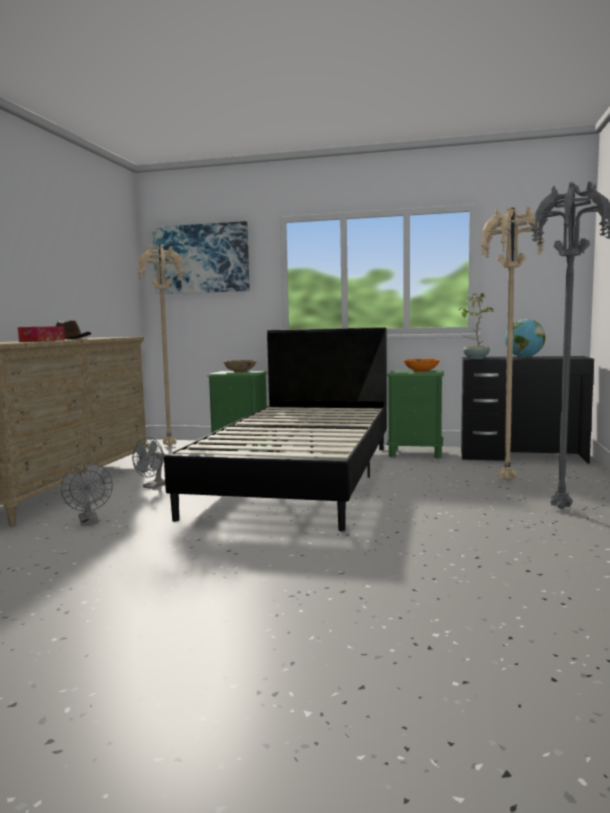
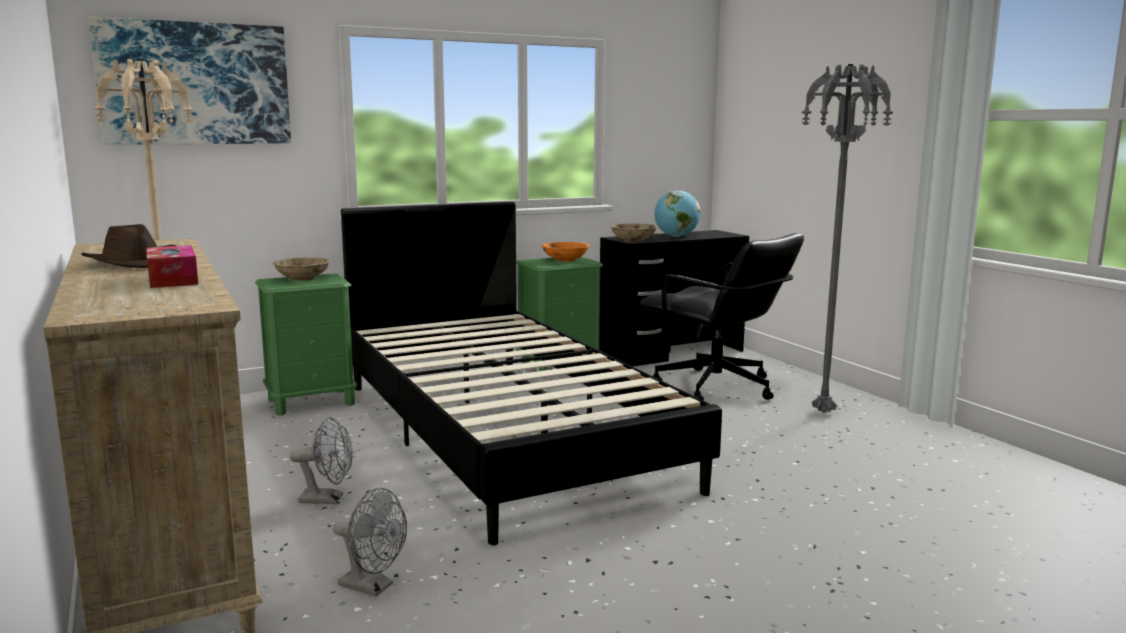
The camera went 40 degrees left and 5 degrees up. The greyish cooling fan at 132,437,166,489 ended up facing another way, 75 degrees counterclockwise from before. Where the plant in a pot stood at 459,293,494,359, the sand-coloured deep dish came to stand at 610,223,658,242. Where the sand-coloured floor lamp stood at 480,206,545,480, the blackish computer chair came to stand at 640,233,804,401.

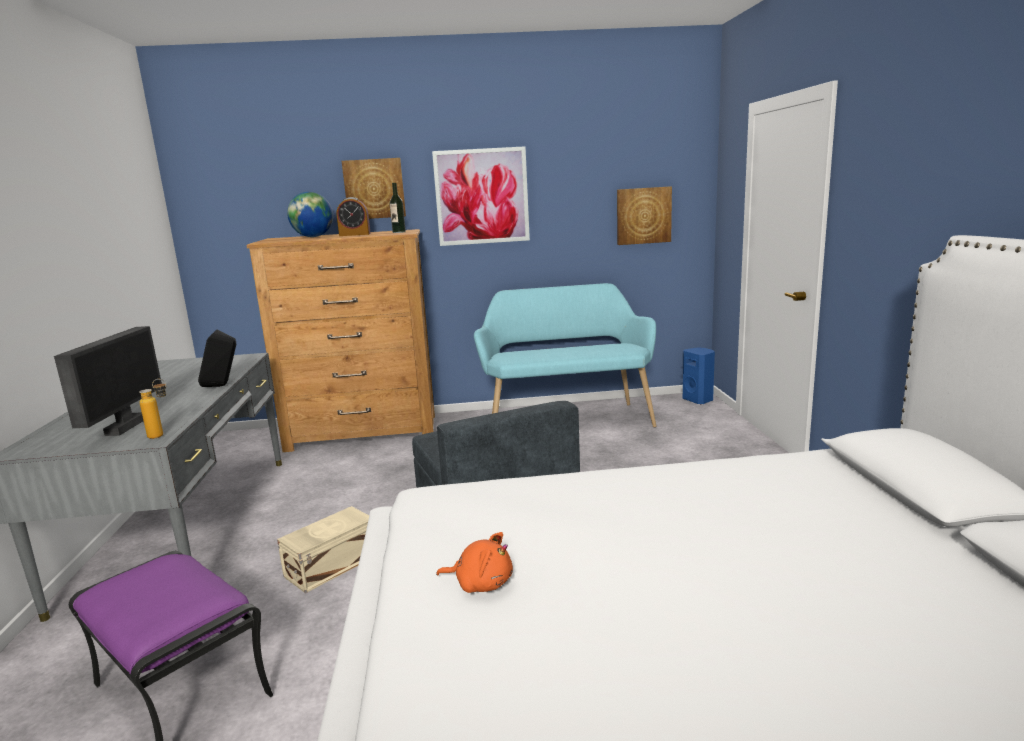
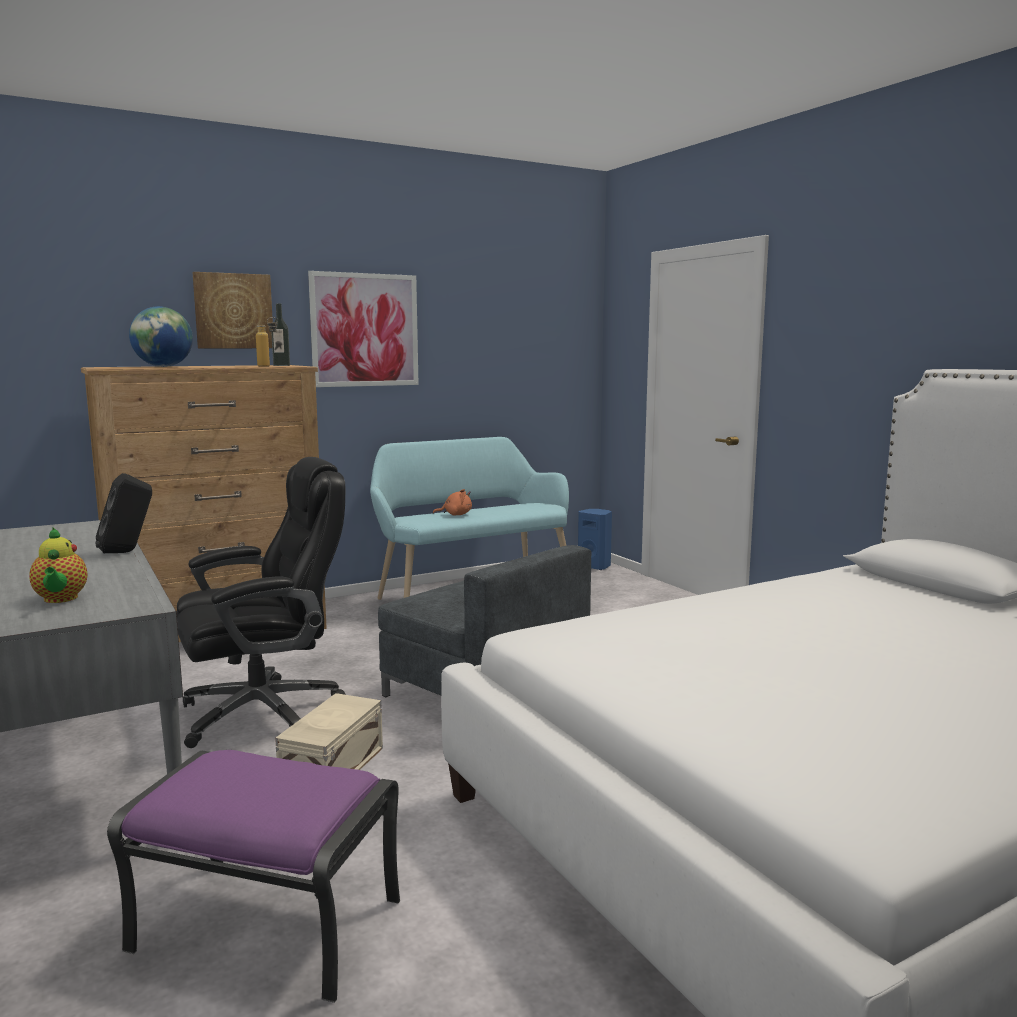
The camera went 25 degrees left and 5 degrees down. Where the monitor stood at 54,326,162,436, the tea pot came to stand at 29,527,87,603. The beverage bottle ended up elsewhere, having gone from 139,379,166,439 to 256,317,277,367. The second view lost the bedside clock at 337,197,371,236. The orangey plush toy ended up elsewhere, having gone from 436,532,513,593 to 433,489,472,515. The second view lost the picture at 617,186,672,245. The second view gained the blackish computer chair at 176,457,346,748.

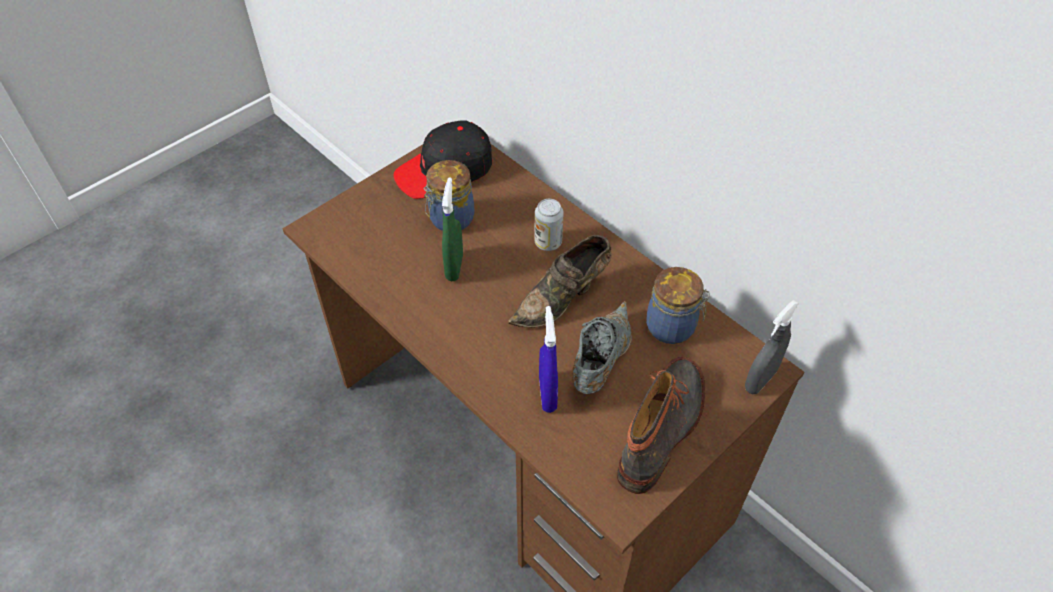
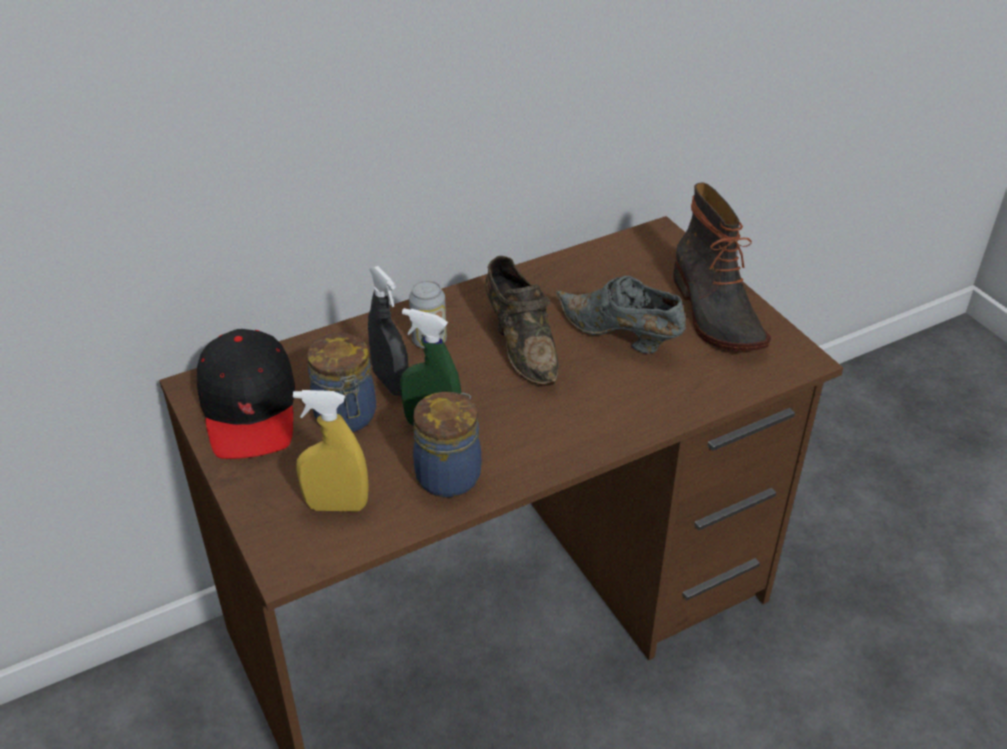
The camera went 75 degrees left and 10 degrees down. The second view lost the blue spray bottle at 539,306,558,413. The boot at 617,357,705,494 ended up facing another way, 150 degrees counterclockwise from before. The preserve jar ended up elsewhere, having gone from 646,267,710,344 to 413,392,481,497. The greyish spray bottle ended up elsewhere, having gone from 745,300,799,394 to 368,266,408,396. The second view gained the yellowish spray bottle at 293,390,369,512.

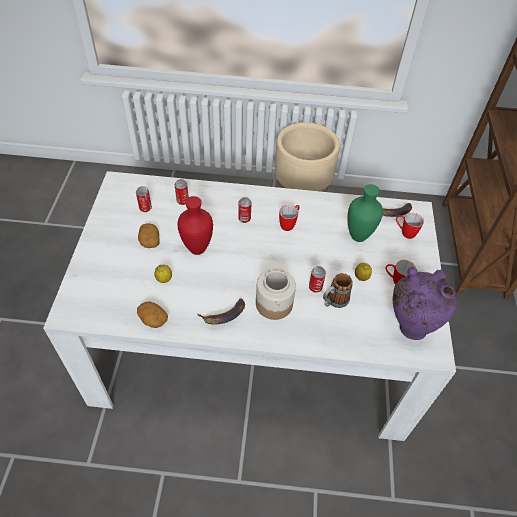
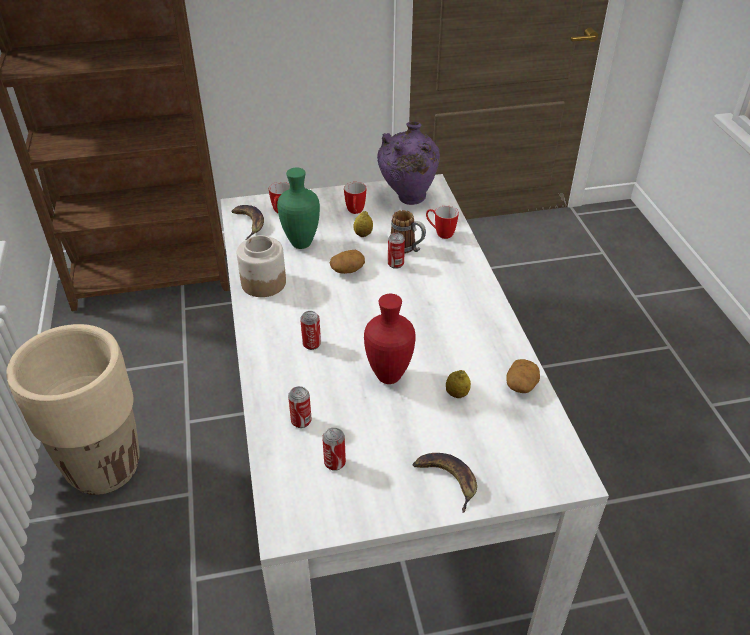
The camera went 105 degrees left and 10 degrees down. The spud ended up elsewhere, having gone from 138,223,160,248 to 330,250,365,274. The whole banana ended up elsewhere, having gone from 198,298,245,325 to 413,453,477,513. The preserve jar ended up elsewhere, having gone from 256,269,296,320 to 237,235,286,297. The mug ended up elsewhere, having gone from 279,205,300,231 to 426,205,459,239.

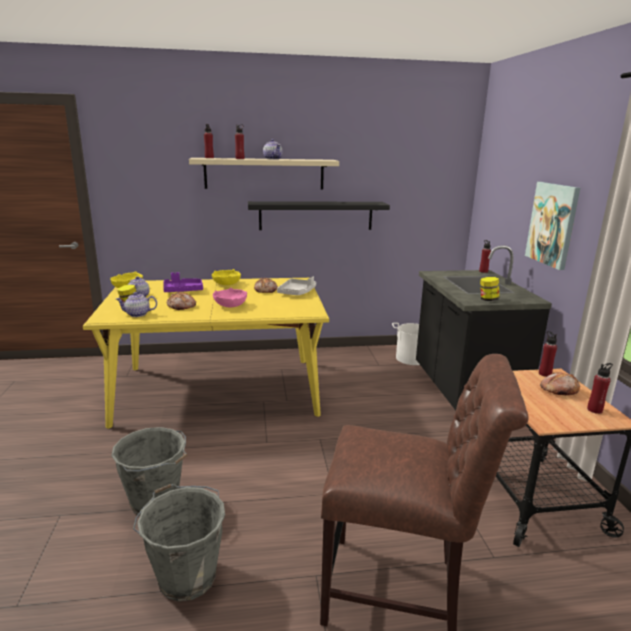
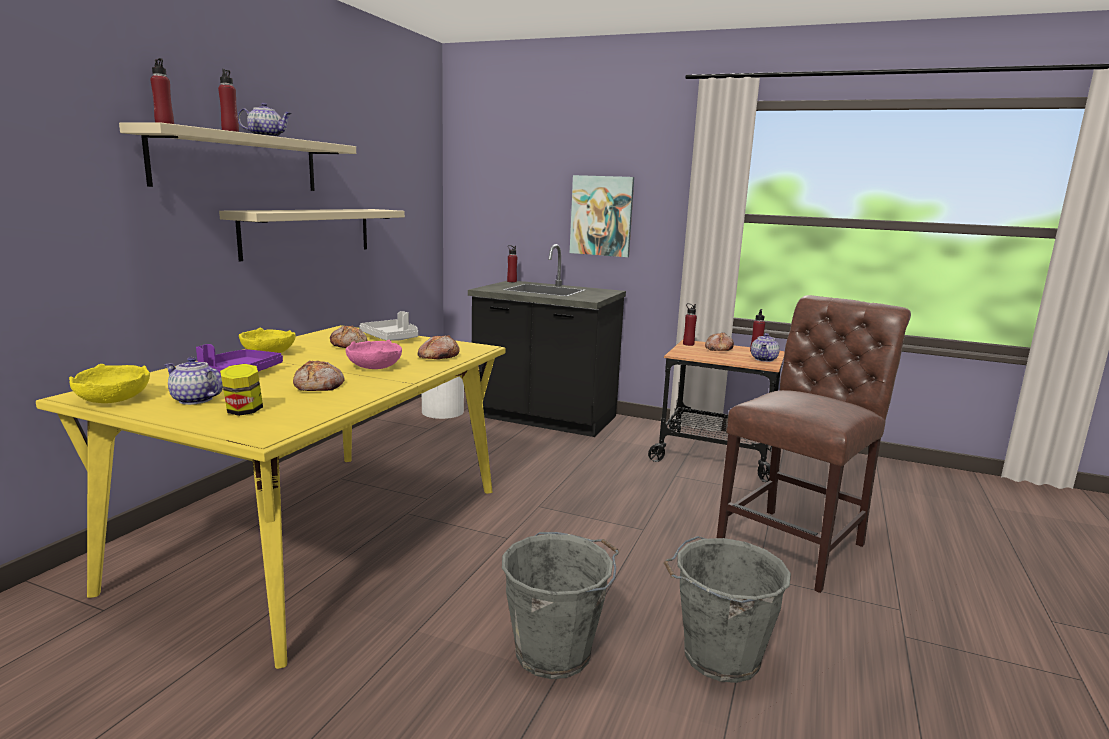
The camera went 60 degrees left and 5 degrees down. The tea pot ended up elsewhere, having gone from 116,292,157,317 to 751,333,780,362. What was the blackish bracket shelf at 248,201,390,230 turned into the sand-coloured bracket shelf at 219,209,405,262. The second view lost the preserve jar at 480,277,499,301. The second view gained the bread at 418,335,460,359.

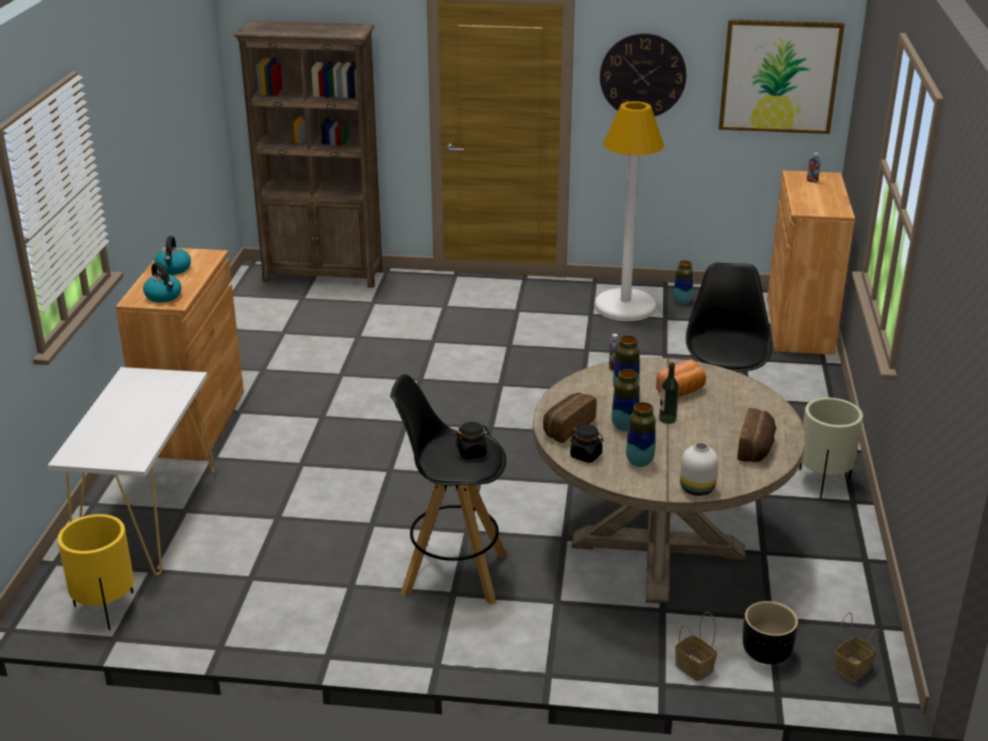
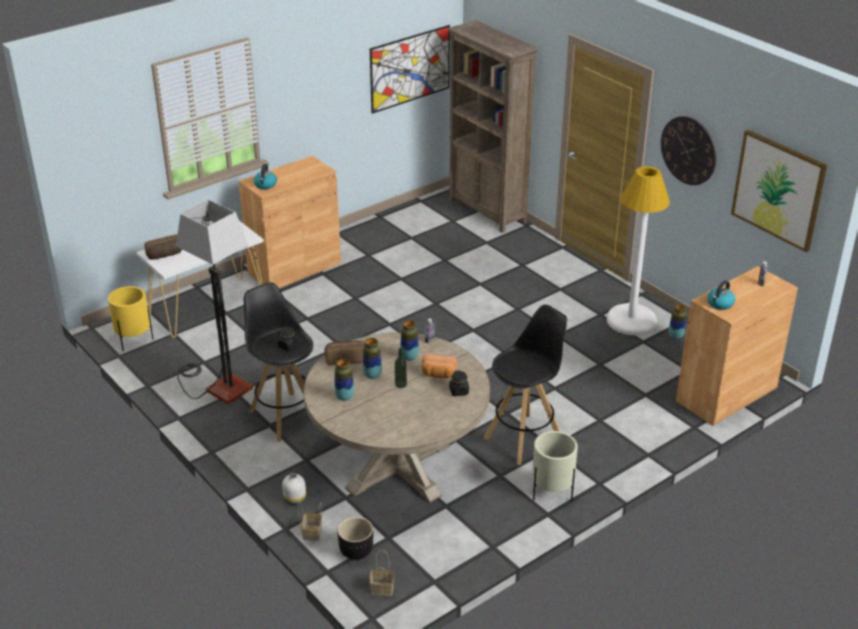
The camera went 45 degrees right and 5 degrees up. The kettle ended up elsewhere, having gone from 154,236,191,275 to 707,280,735,310. The blackish preserve jar ended up elsewhere, having gone from 570,424,604,463 to 449,370,469,396. The white vase ended up elsewhere, having gone from 680,442,719,496 to 282,473,306,505. The bread ended up elsewhere, having gone from 737,408,776,462 to 144,234,182,260. The second view gained the floor lamp at 176,200,253,405. The second view gained the picture at 370,25,450,114.

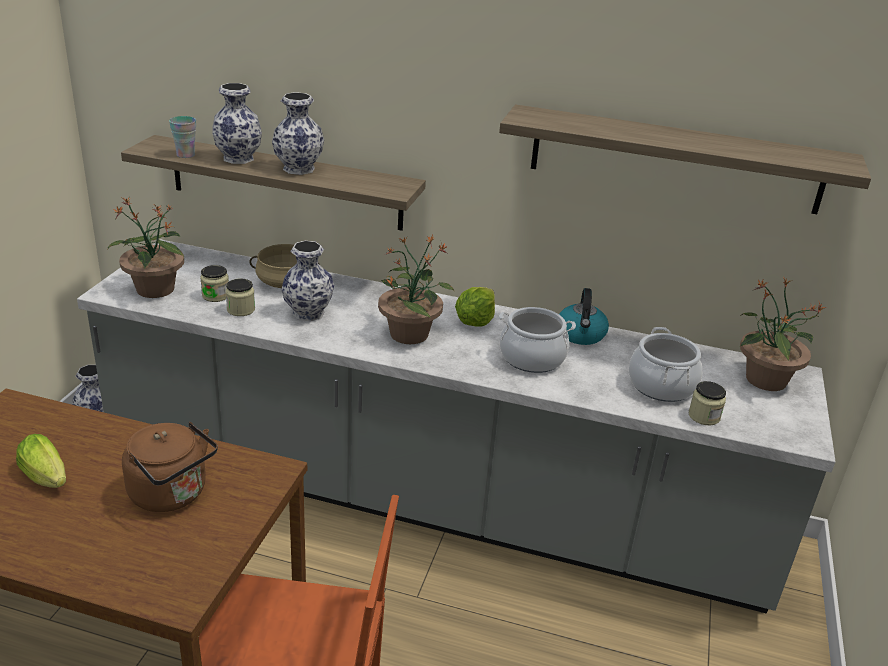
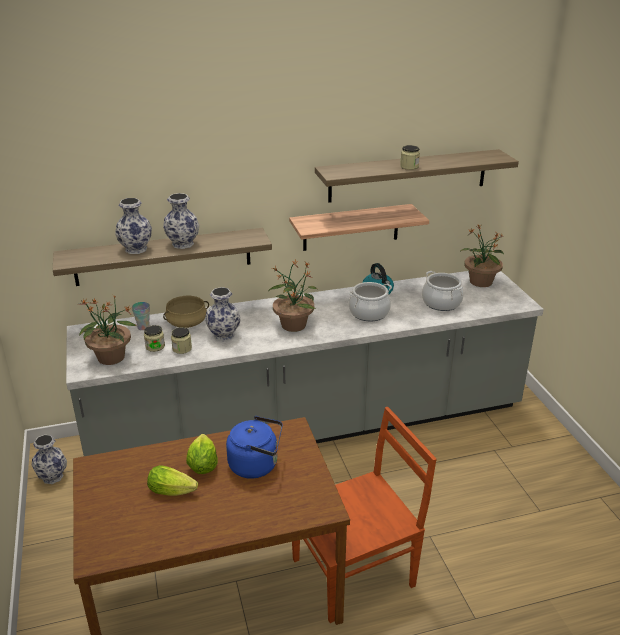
The camera went 30 degrees left and 0 degrees up. What was the brown kettle at 122,422,218,512 turned into the blue kettle at 226,416,283,479. The drinking cup ended up elsewhere, having gone from 169,116,196,158 to 132,302,150,330. The lettuce ended up elsewhere, having gone from 455,287,495,327 to 186,434,218,474. The preserve jar ended up elsewhere, having gone from 689,381,726,425 to 400,145,420,170. The second view gained the bracket shelf at 289,204,429,251.

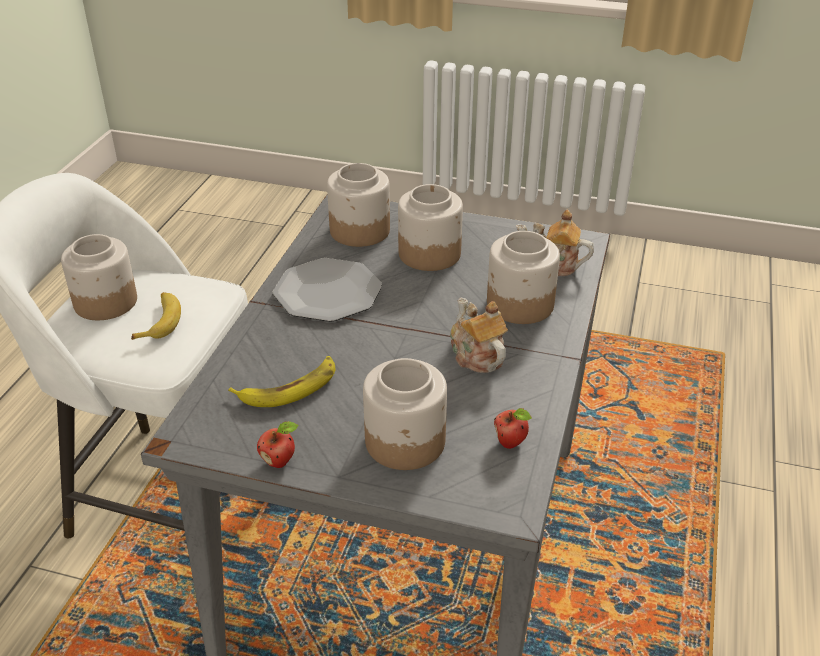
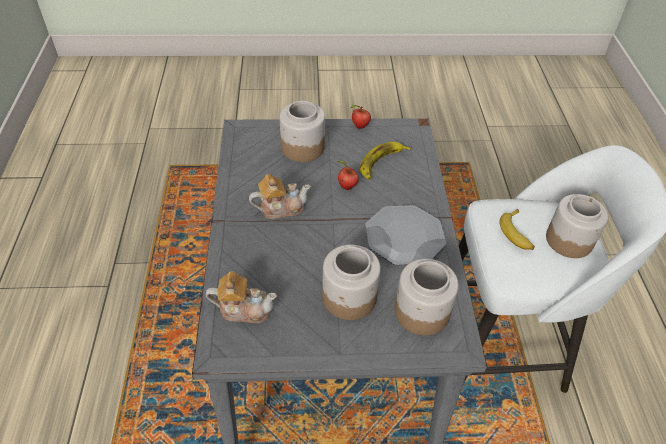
The camera went 160 degrees right and 10 degrees up. The tea pot at 450,298,508,373 ended up facing another way, 60 degrees counterclockwise from before. The second view lost the preserve jar at 487,231,560,324. The whole apple ended up elsewhere, having gone from 494,408,532,449 to 338,161,359,190.

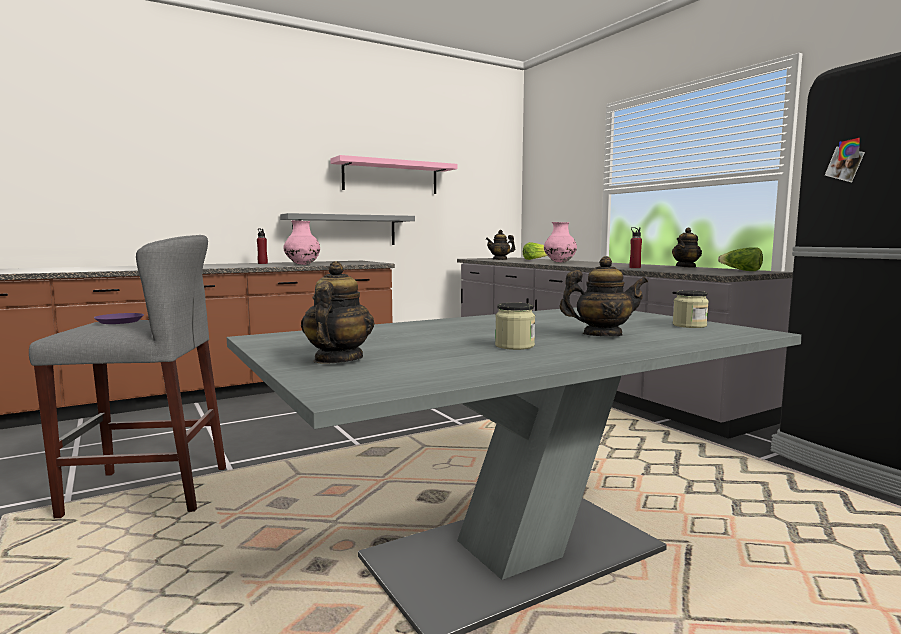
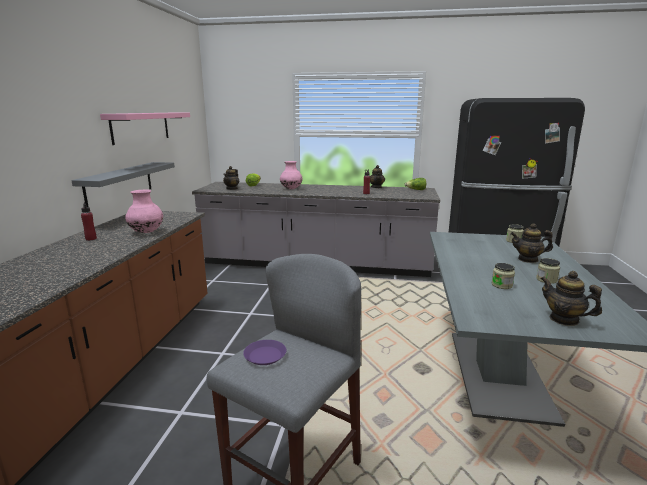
The camera went 50 degrees left and 10 degrees up. The tea pot at 560,256,648,336 ended up facing another way, 120 degrees counterclockwise from before. The second view gained the preserve jar at 492,263,515,289.

